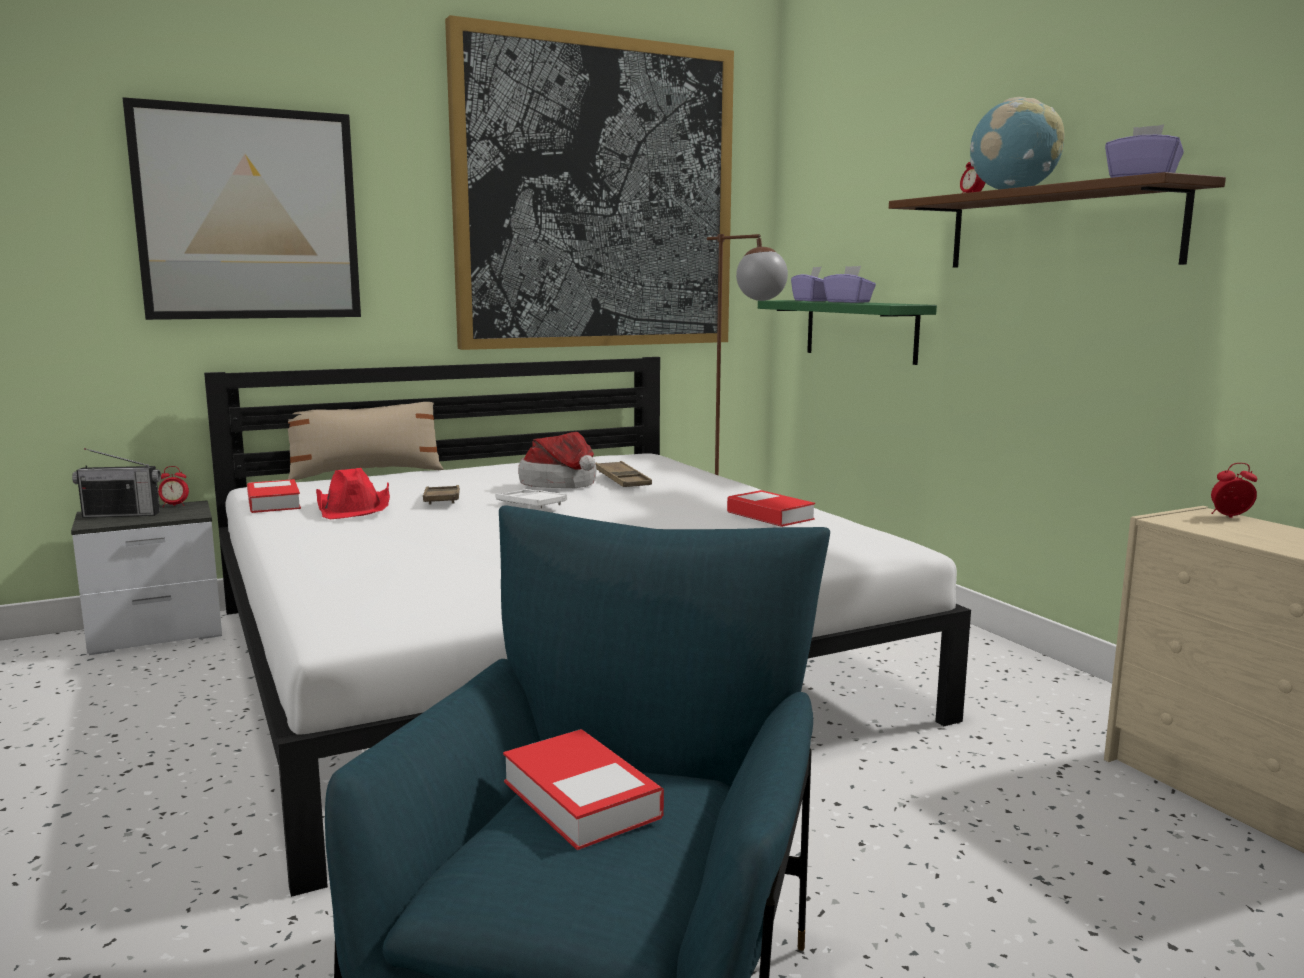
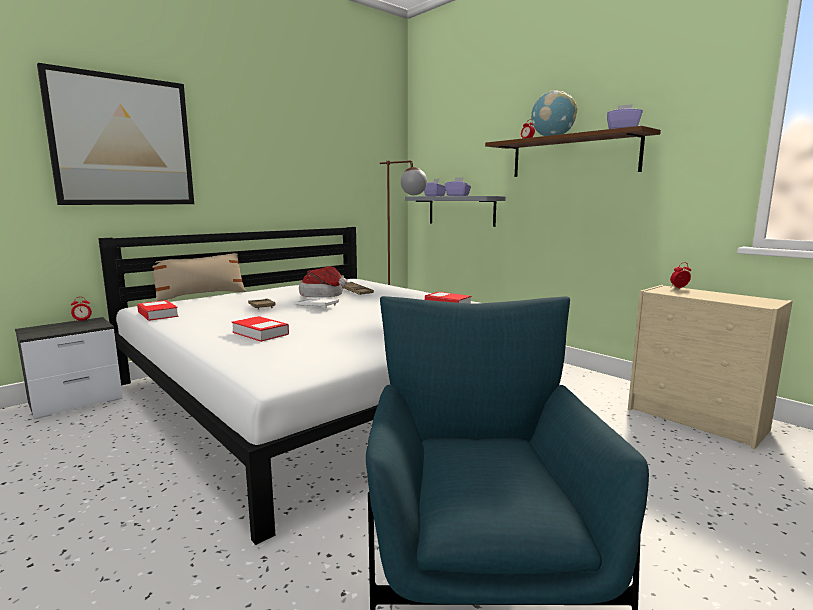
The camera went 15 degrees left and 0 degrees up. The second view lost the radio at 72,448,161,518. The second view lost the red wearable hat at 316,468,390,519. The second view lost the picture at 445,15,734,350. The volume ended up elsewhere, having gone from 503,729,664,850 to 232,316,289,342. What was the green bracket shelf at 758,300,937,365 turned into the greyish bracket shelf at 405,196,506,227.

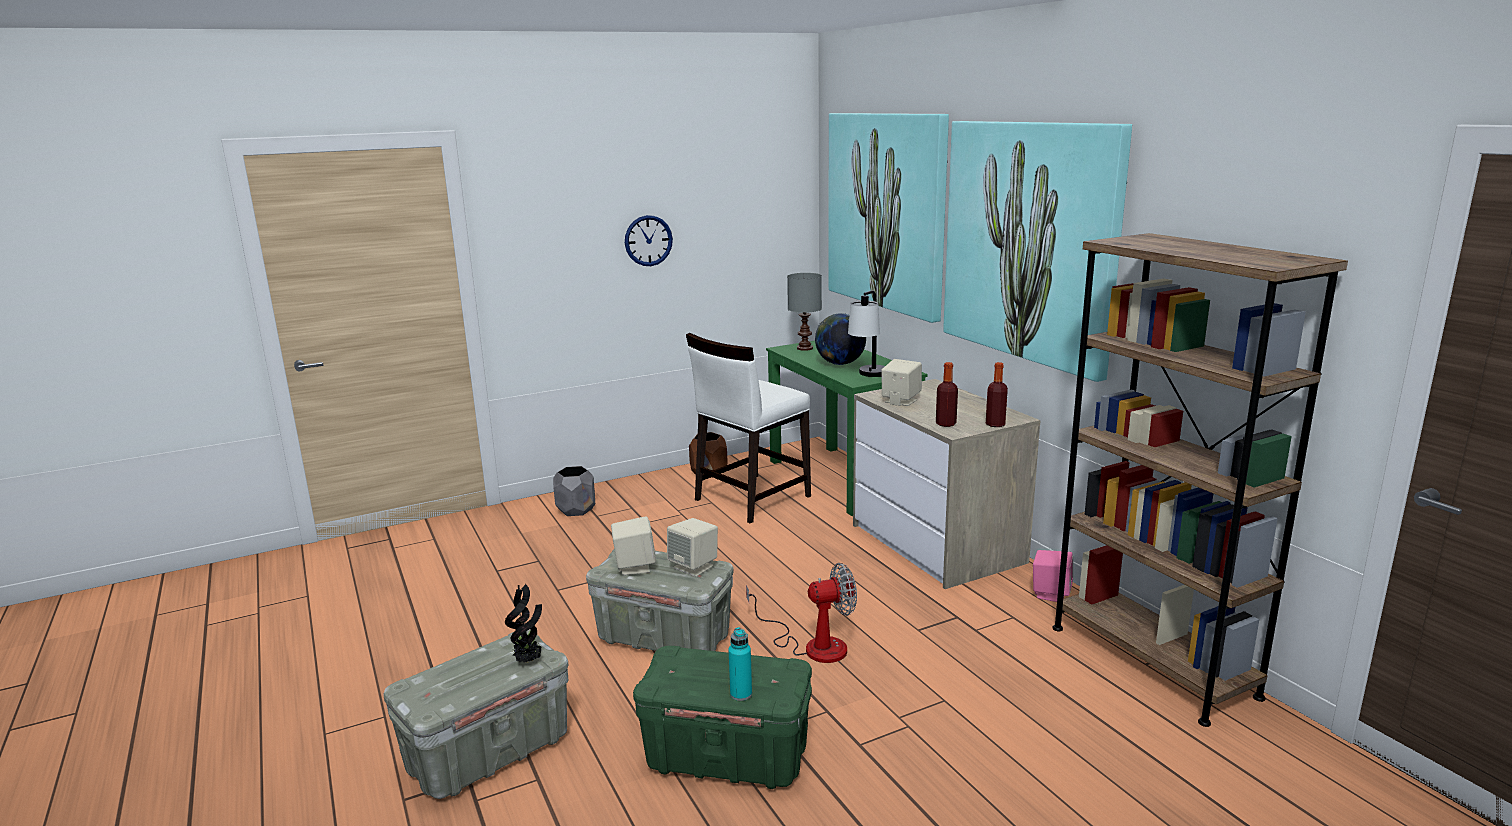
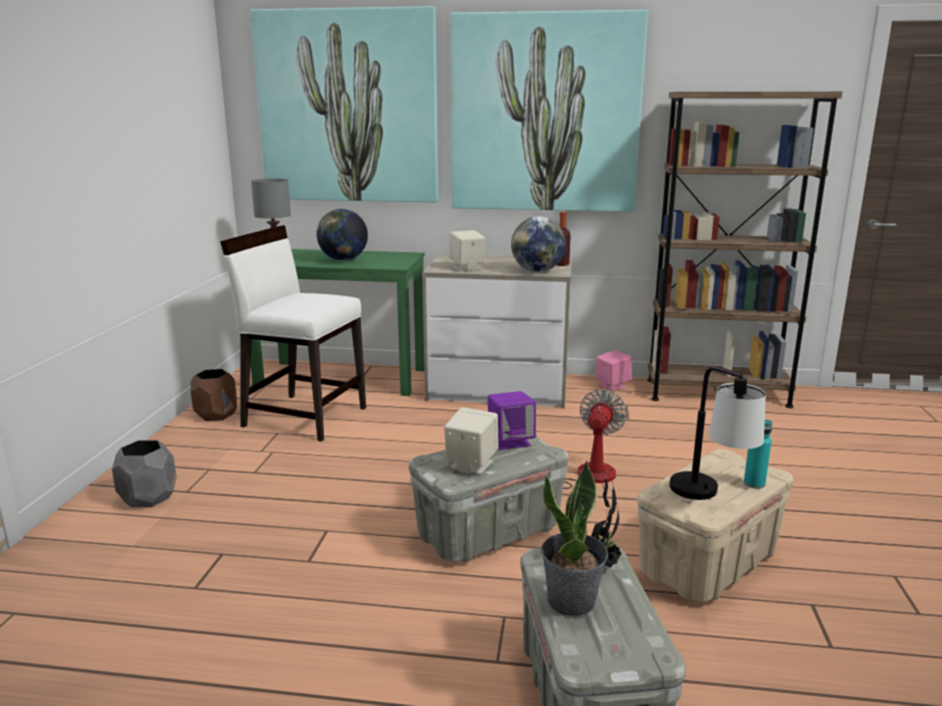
The camera went 55 degrees left and 0 degrees up. The second view lost the clock on the wall at 625,215,673,266. What was the green storage container at 633,646,812,789 turned into the sand-coloured storage container at 637,449,794,603. What was the sand-coloured speaker at 667,518,718,577 turned into the purple speaker at 488,391,536,450. The white chair at 686,333,811,523 ended up facing another way, 120 degrees clockwise from before. The tabletop lamp ended up elsewhere, having gone from 848,290,885,377 to 670,366,766,500. Where the beverage bottle stood at 936,362,958,427, the desk globe came to stand at 511,216,566,272. The second view gained the plant in a pot at 541,461,608,616.

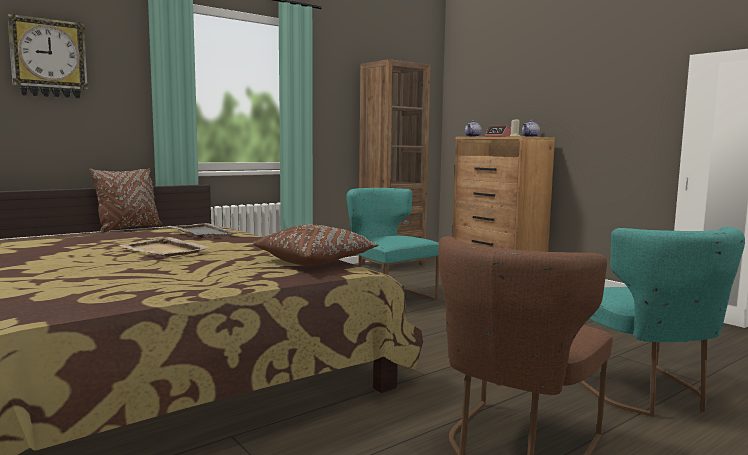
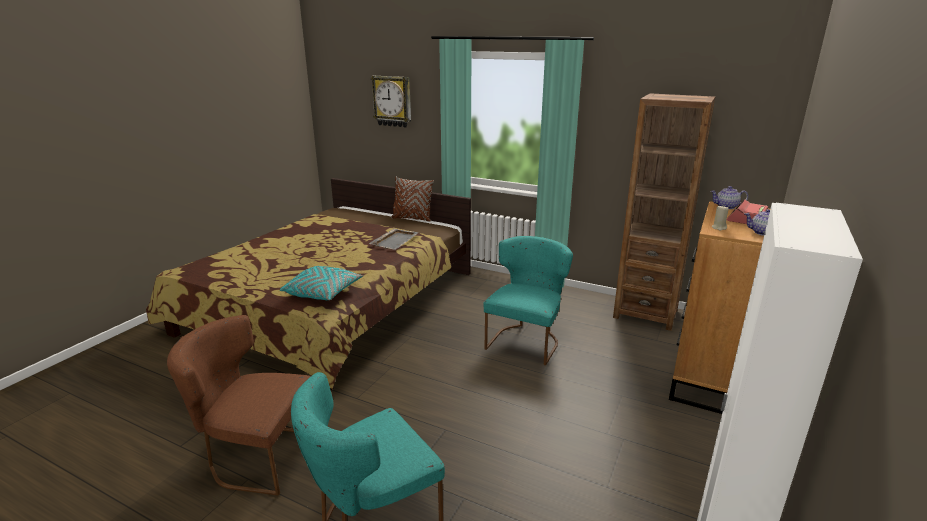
The camera went 65 degrees right and 15 degrees up. The second view lost the sand-coloured carrying tray at 118,237,210,257. What was the brown throw pillow at 253,225,379,266 turned into the turquoise throw pillow at 280,266,363,300.

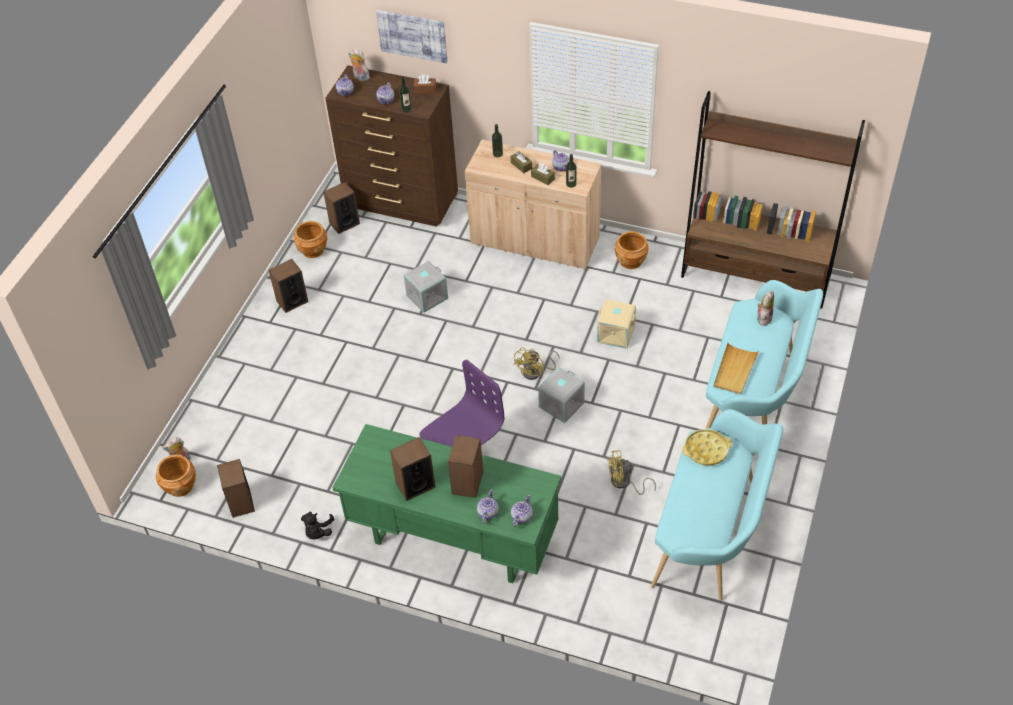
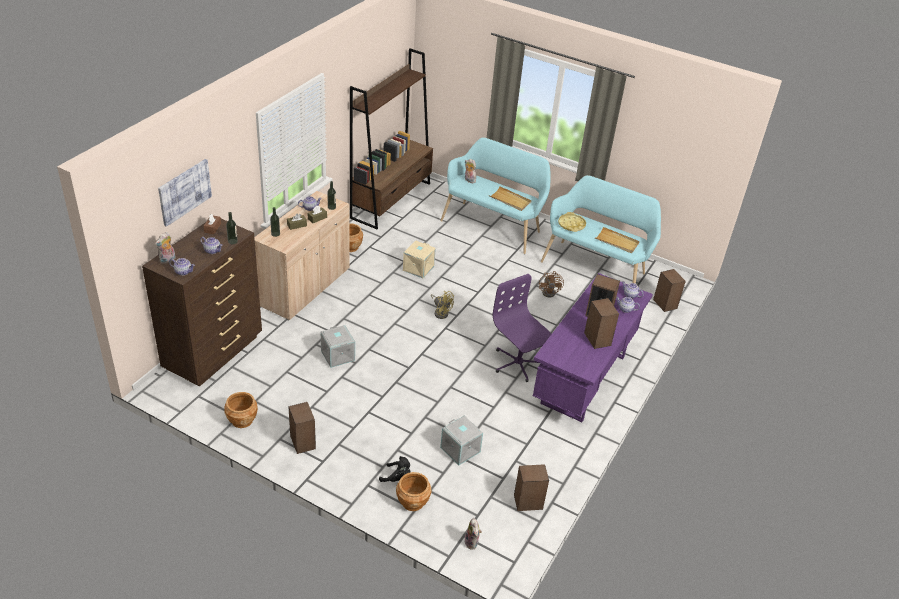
The camera went 85 degrees left and 10 degrees down. The brown flower pot ended up elsewhere, having gone from 156,455,196,497 to 396,472,431,511. The blackish plush toy ended up elsewhere, having gone from 301,511,335,539 to 379,456,410,482. The speaker ended up elsewhere, having gone from 323,182,360,234 to 653,269,686,312. What was the green desk unit at 333,424,561,583 turned into the purple desk unit at 533,273,653,423. The greyish storage container ended up elsewhere, having gone from 538,367,585,423 to 440,416,483,465. What was the yellowish cooling fan at 607,450,656,495 turned into the brown cooling fan at 539,271,564,298. The second view gained the sand-coloured carrying tray at 595,227,640,253.

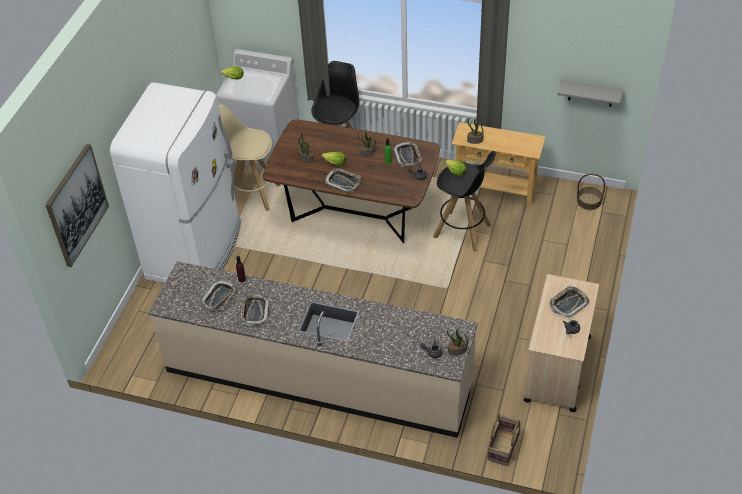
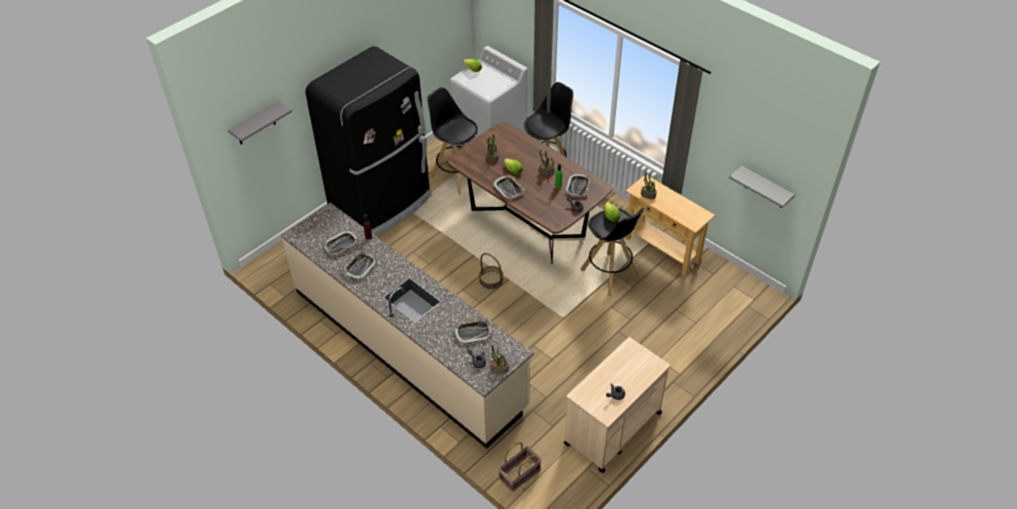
The camera went 25 degrees right and 0 degrees up. Where the picture hung at 46,144,109,267, the greyish bracket shelf came to hang at 228,101,292,144. What was the white fridge at 110,82,241,283 turned into the blackish fridge at 306,46,431,237. What was the sand-coloured sitting stool at 219,104,281,211 turned into the blackish sitting stool at 427,87,478,194. The carrying tray ended up elsewhere, having gone from 549,286,589,318 to 453,317,493,344. The household basket ended up elsewhere, having gone from 577,174,605,210 to 479,253,503,289.

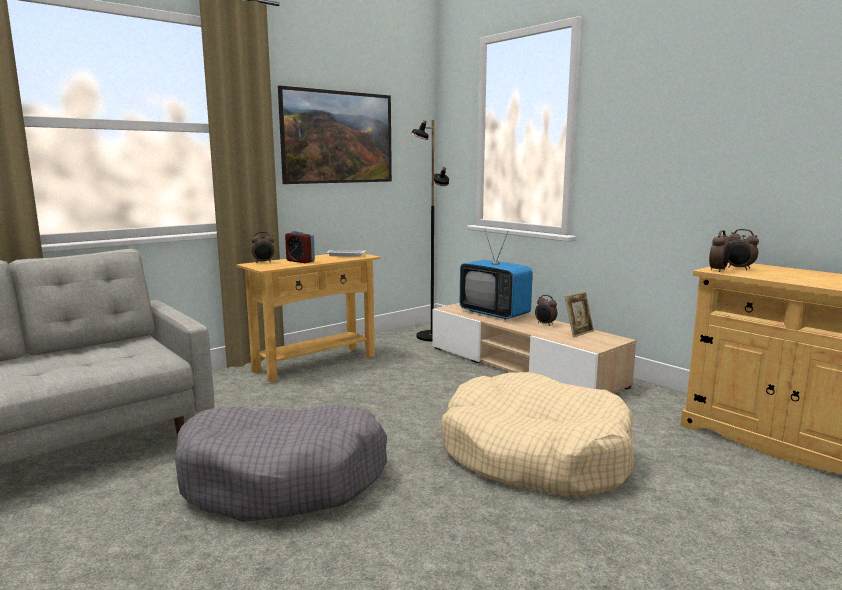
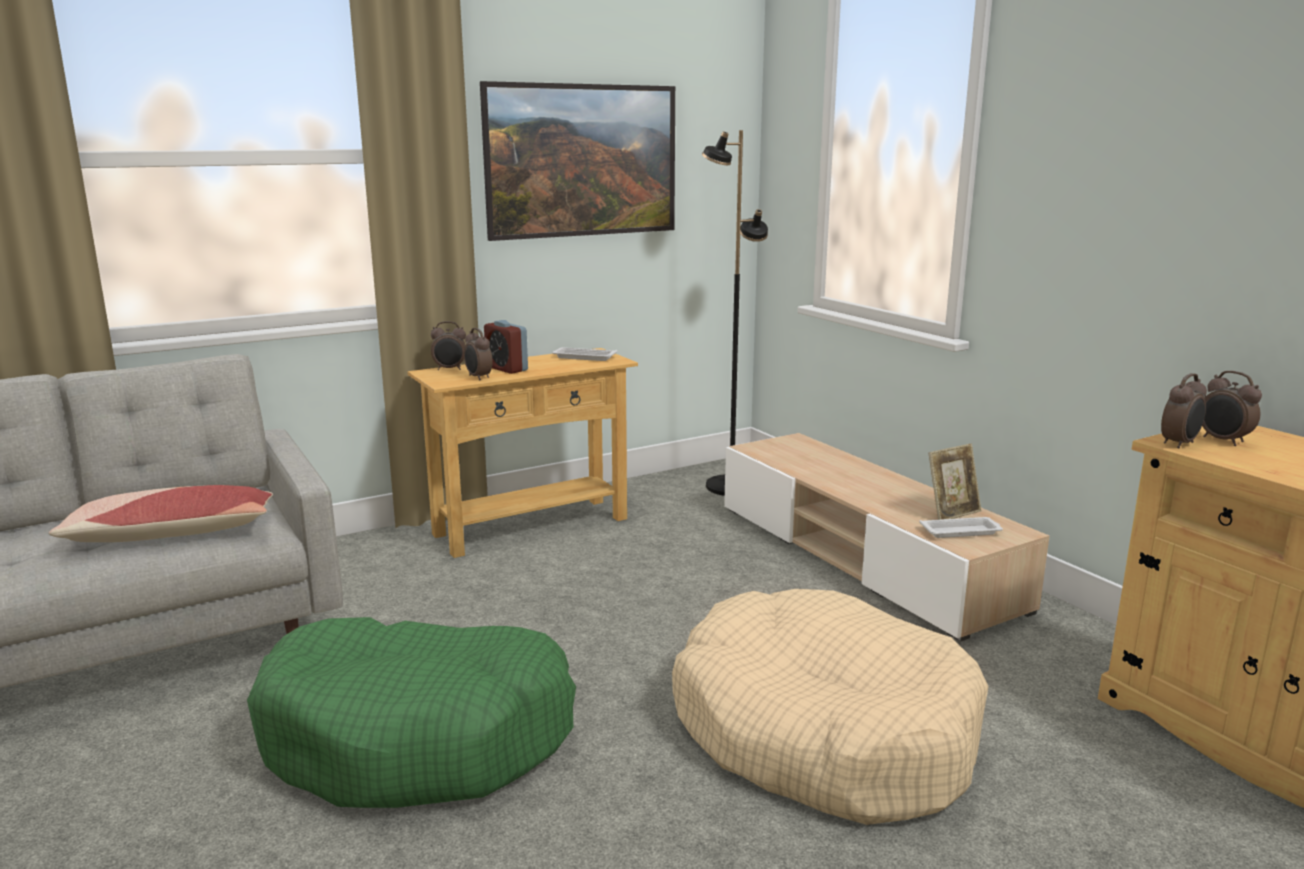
The camera went 10 degrees right and 5 degrees up. What was the greyish dog cushion at 174,405,387,522 turned into the green dog cushion at 247,617,576,808. The second view lost the television at 460,229,533,320. The bedside clock ended up elsewhere, having gone from 535,295,558,326 to 464,328,493,380. The second view gained the throw pillow at 49,485,273,542. The second view gained the white carrying tray at 919,517,1003,538.

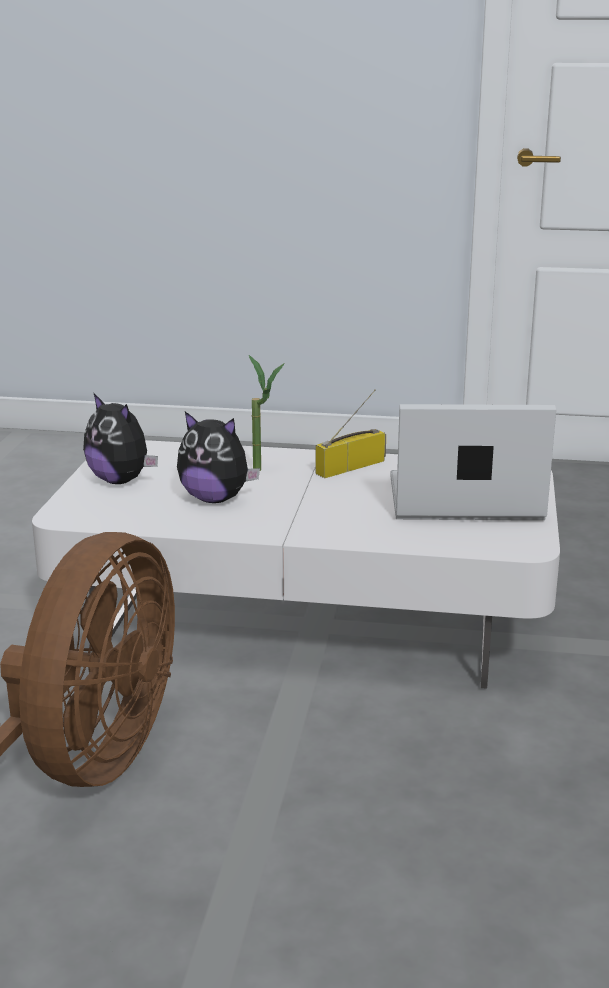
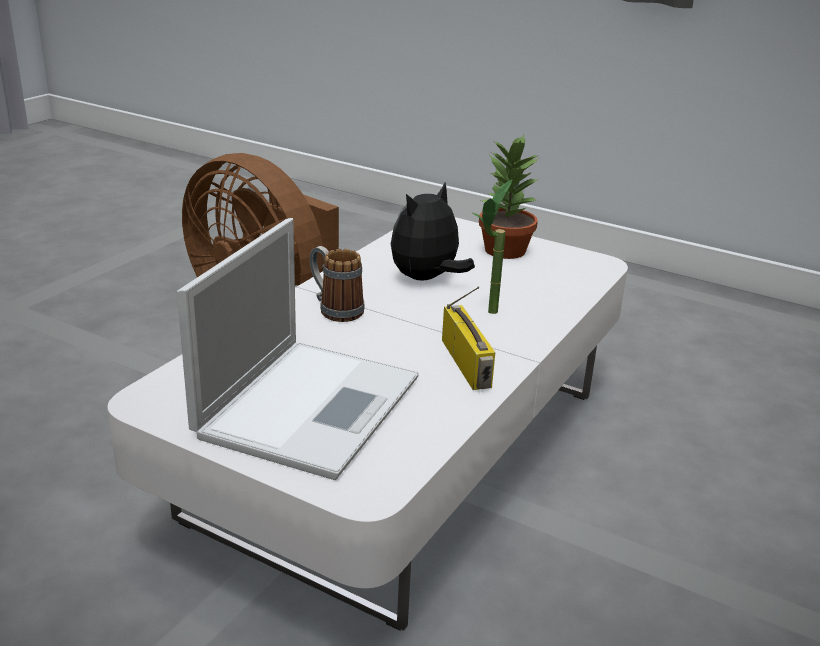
The camera went 110 degrees right and 5 degrees up. Where the plush toy stood at 83,394,158,484, the plant in a pot came to stand at 479,135,540,259. The second view gained the mug at 310,246,365,322.

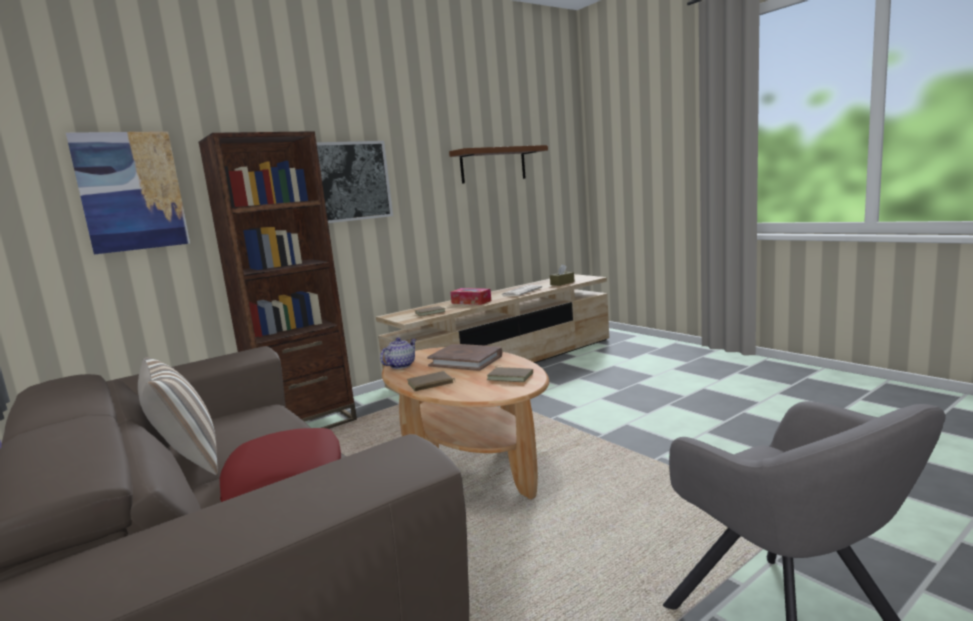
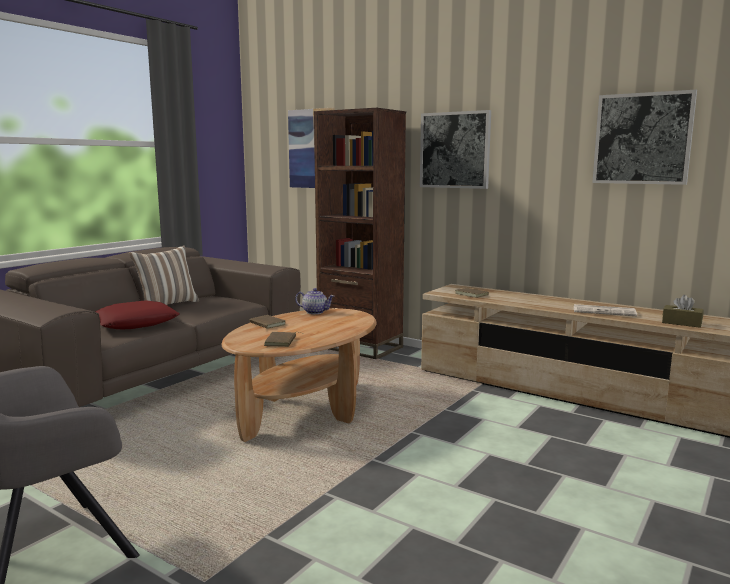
The camera went 70 degrees right and 0 degrees up. The second view lost the brown volume at 427,344,502,371. Where the brown bracket shelf hung at 449,145,548,184, the picture came to hang at 592,90,697,185. The second view lost the box of tissues at 450,288,491,305.

